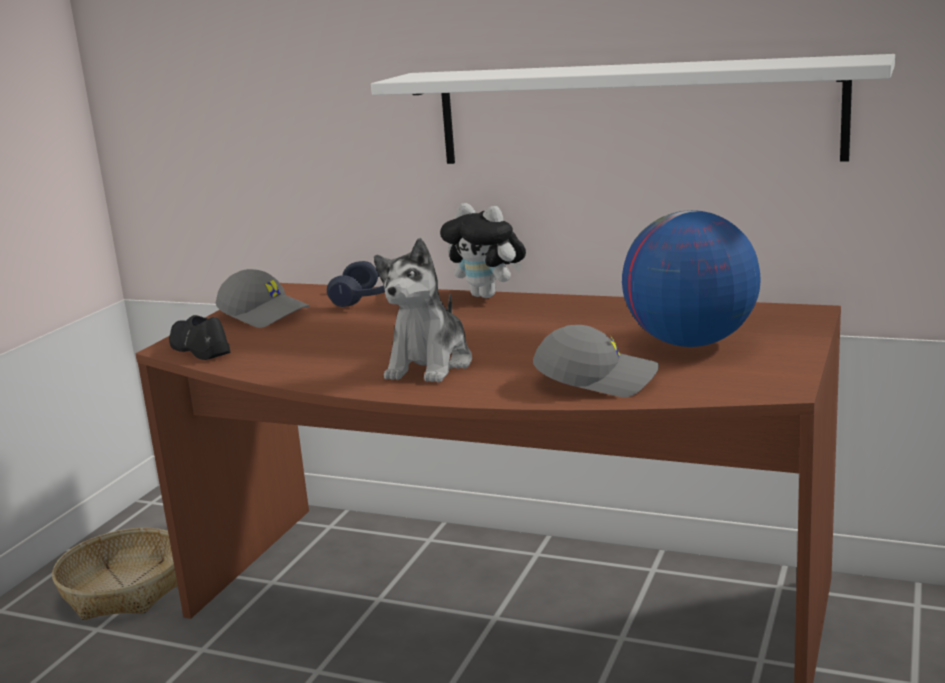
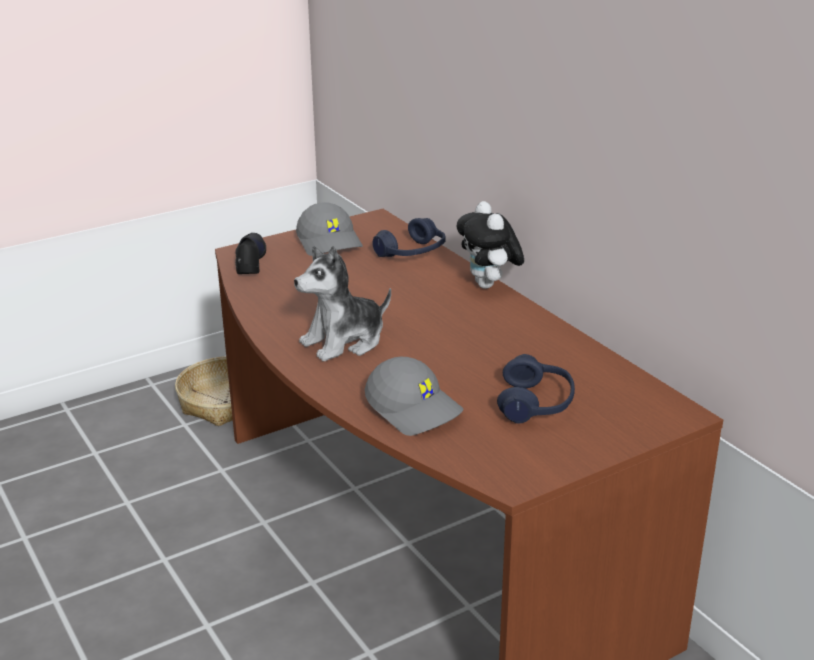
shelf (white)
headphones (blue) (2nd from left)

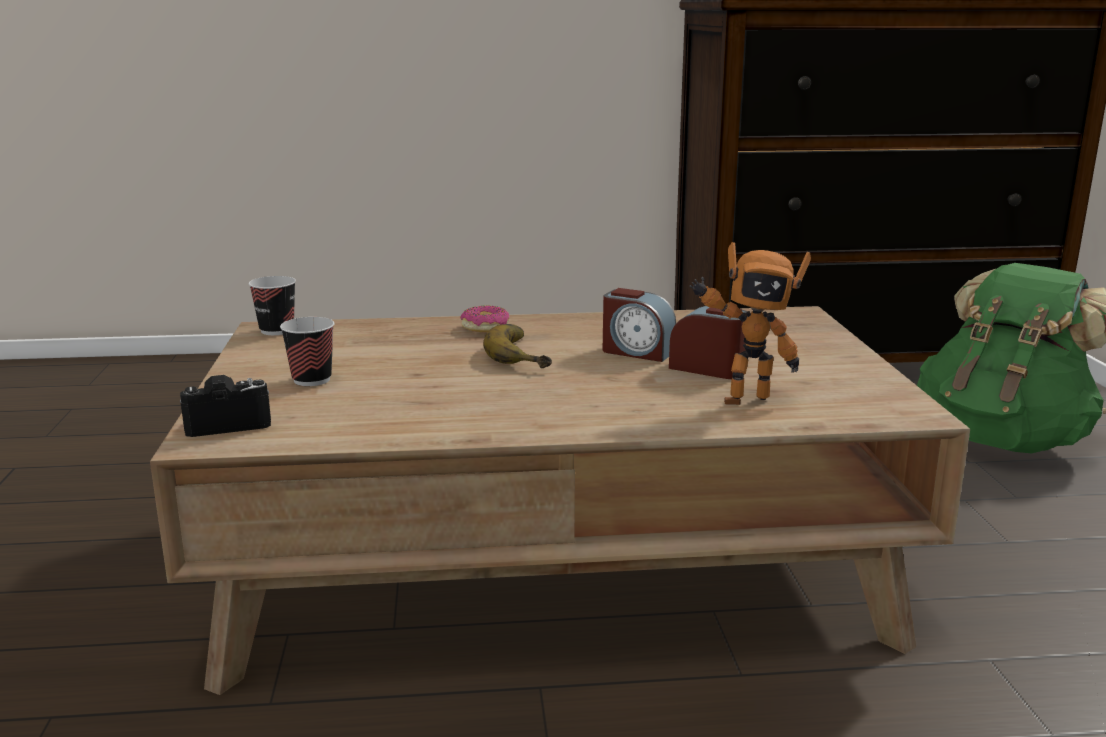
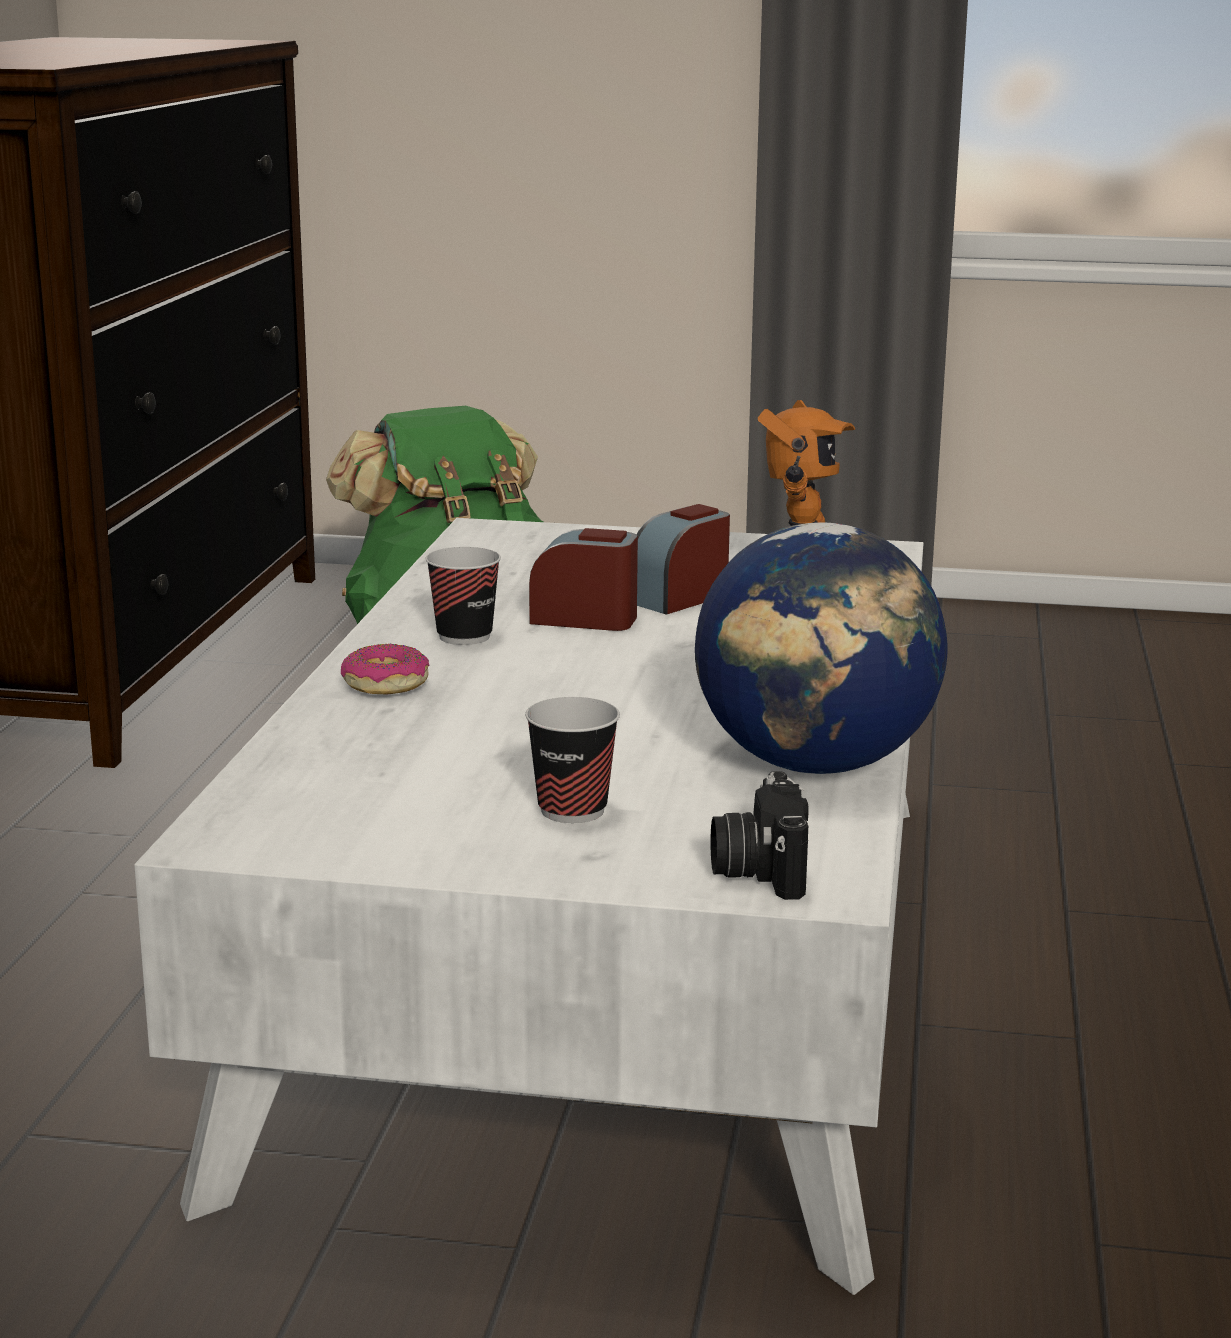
cup (1st from left)
alarm clock (1st from left)
coffee table (white)
banana
globe

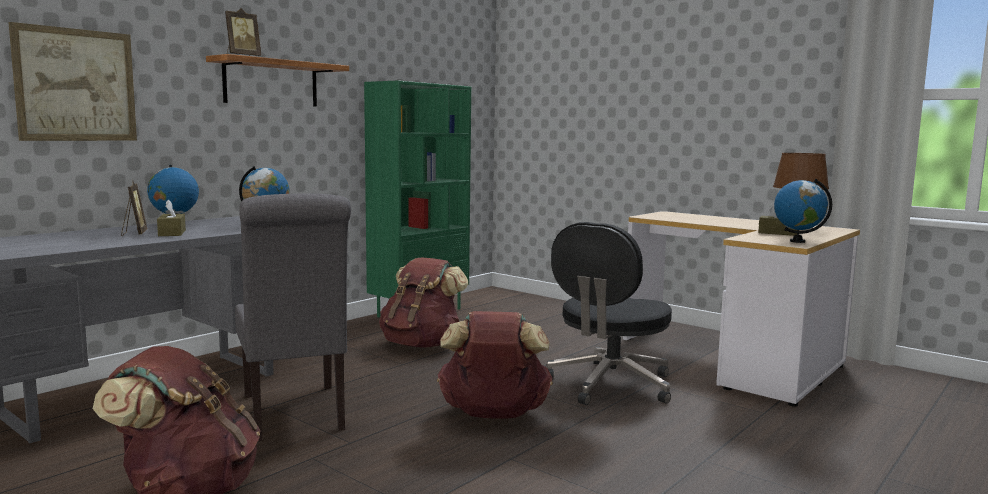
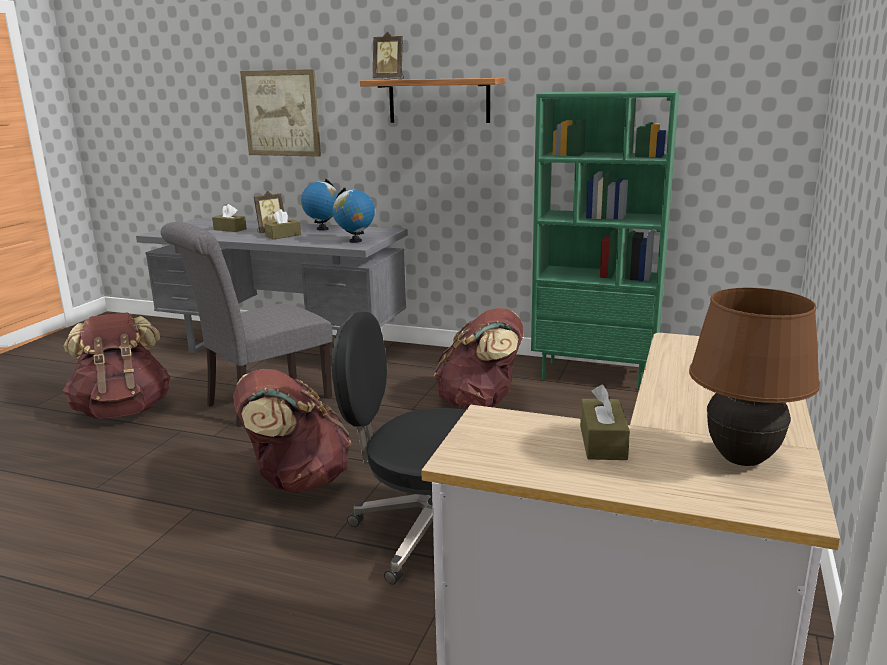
globe (3rd from left in the first image)
tissue box (brown) (1st from left)

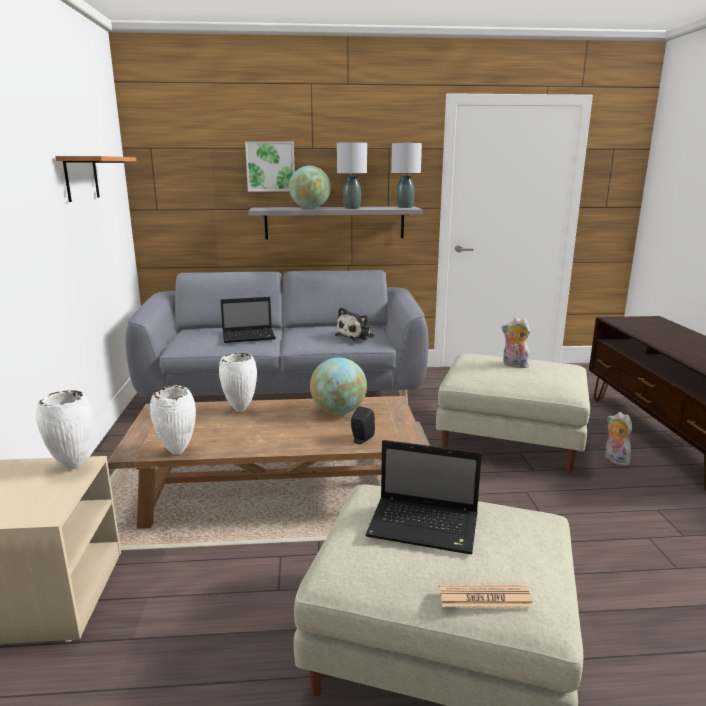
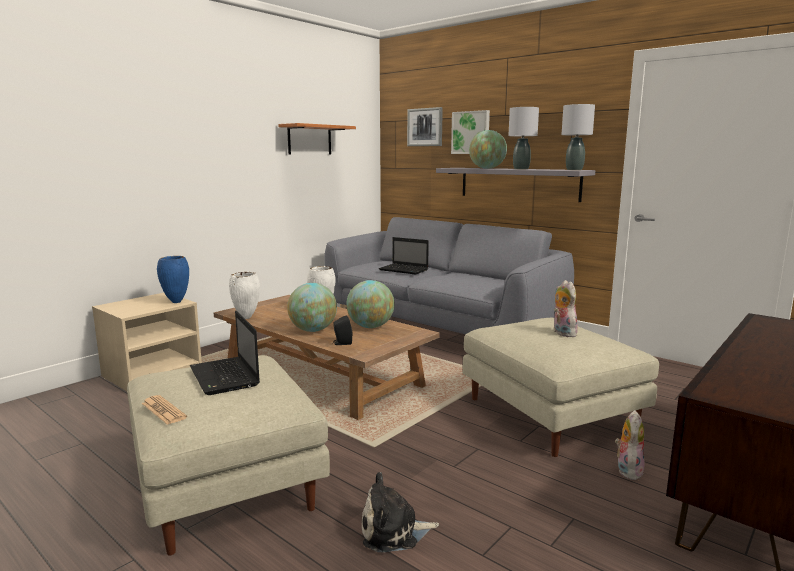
plush toy (1st from left)
vase (blue)
picture (1st from left)
globe (1st from left)

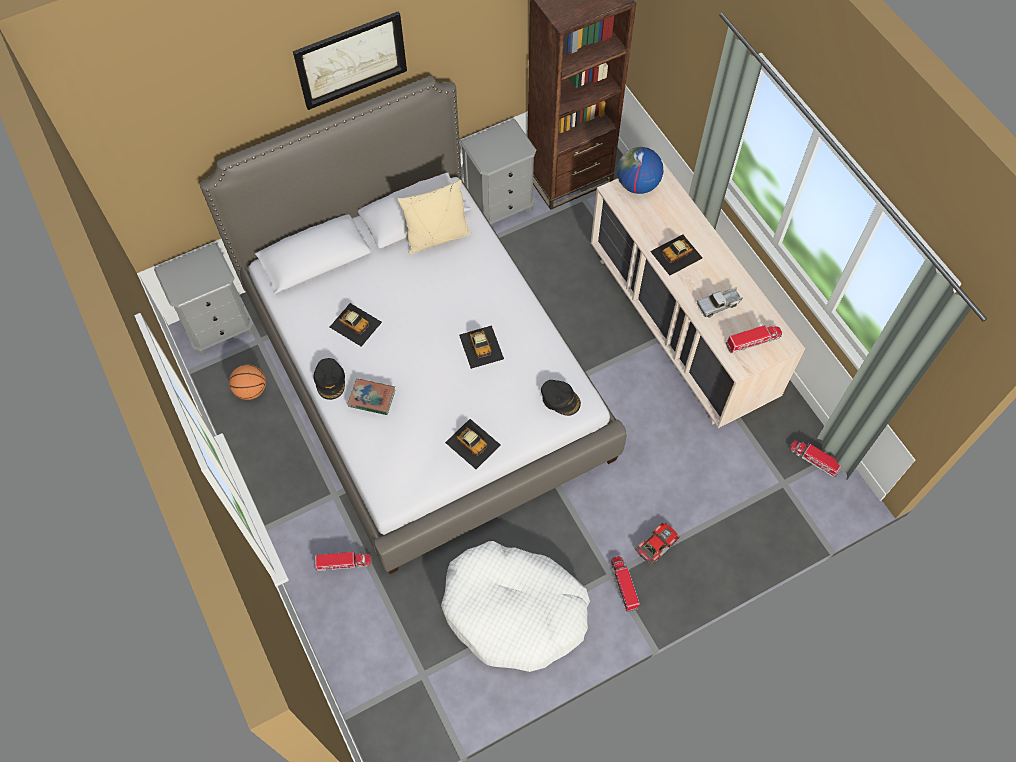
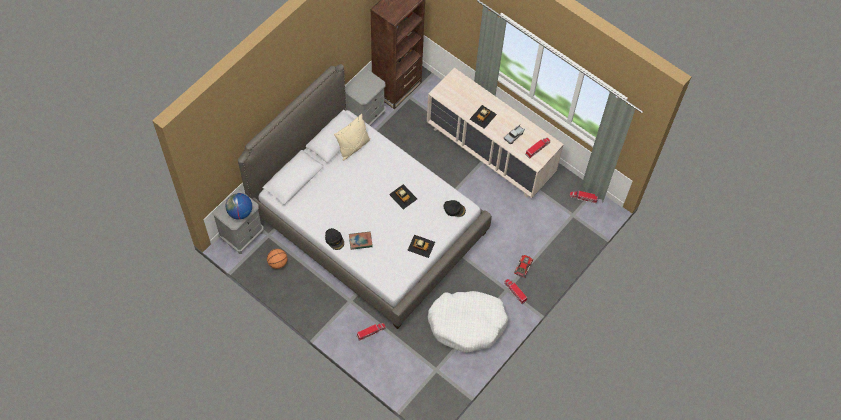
picture
globe
toy car (1st from left in the first image)

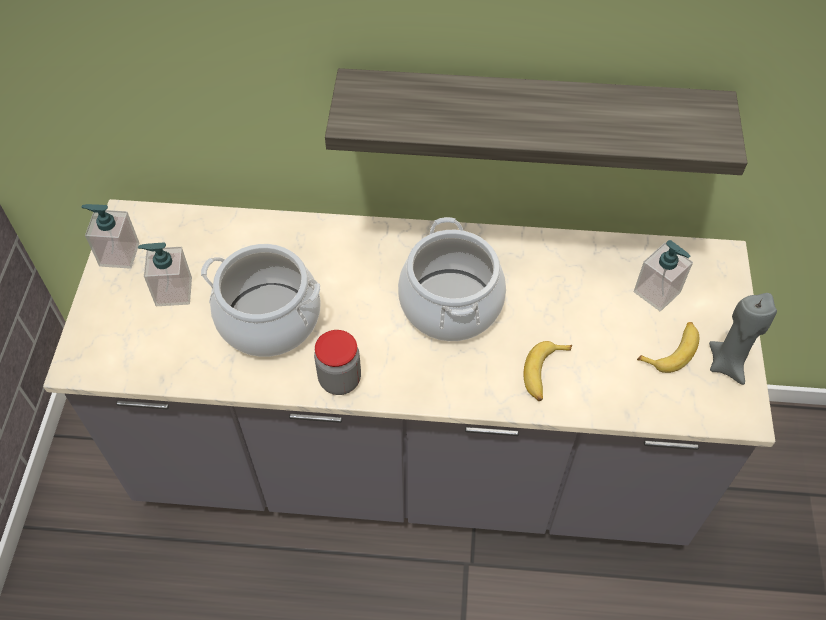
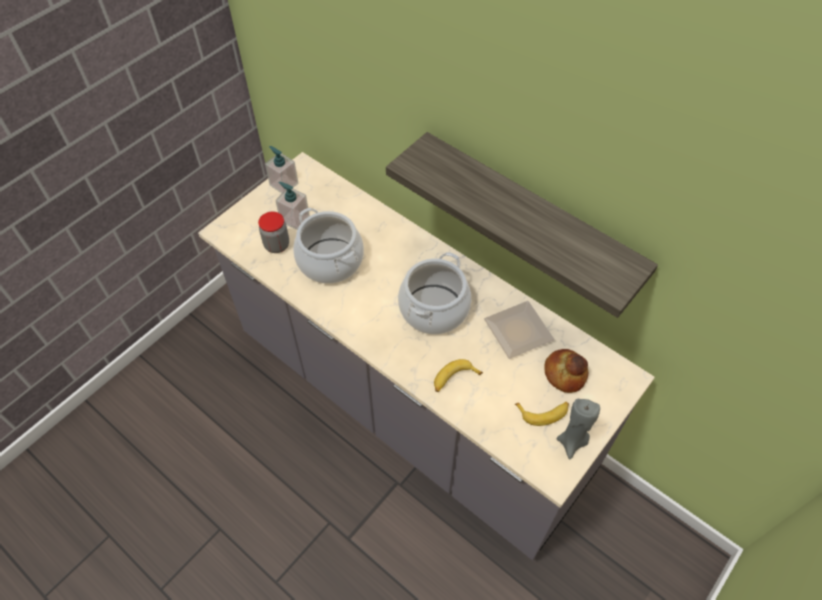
bread
jar
plate

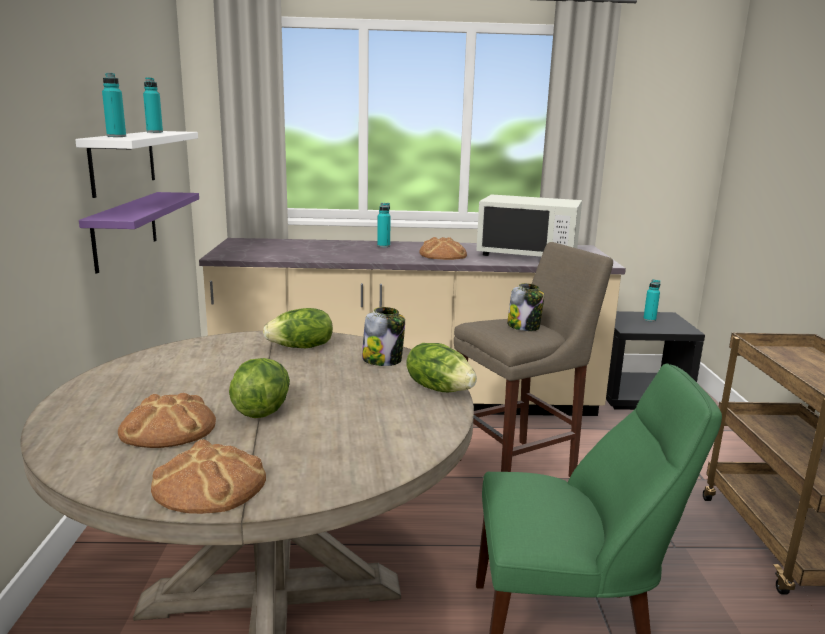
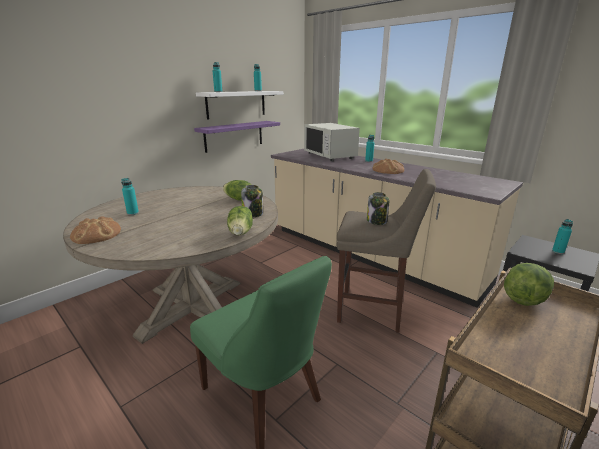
microwave (white)
lettuce (3rd from left)
bottle (turquoise) (1st from left)

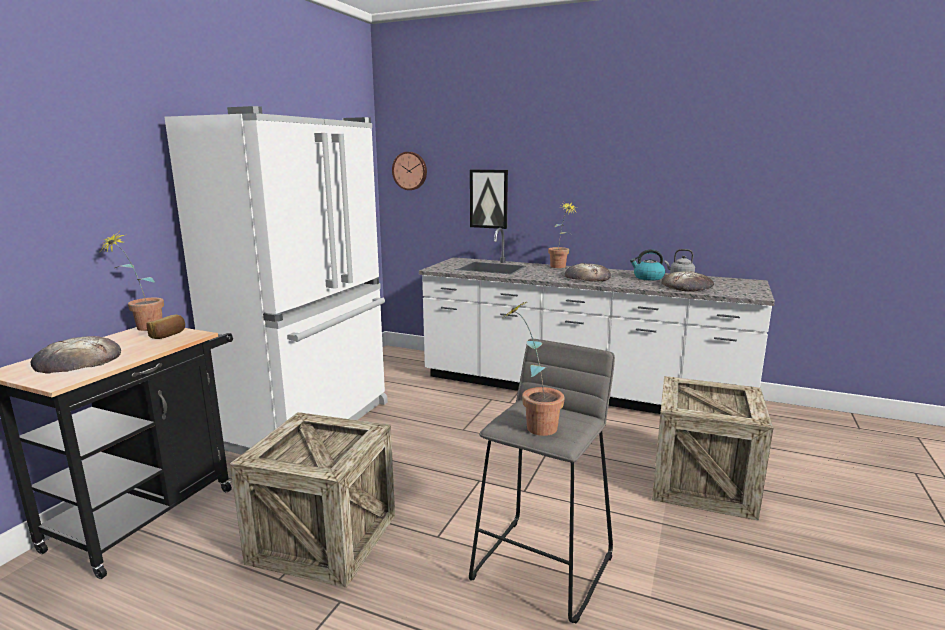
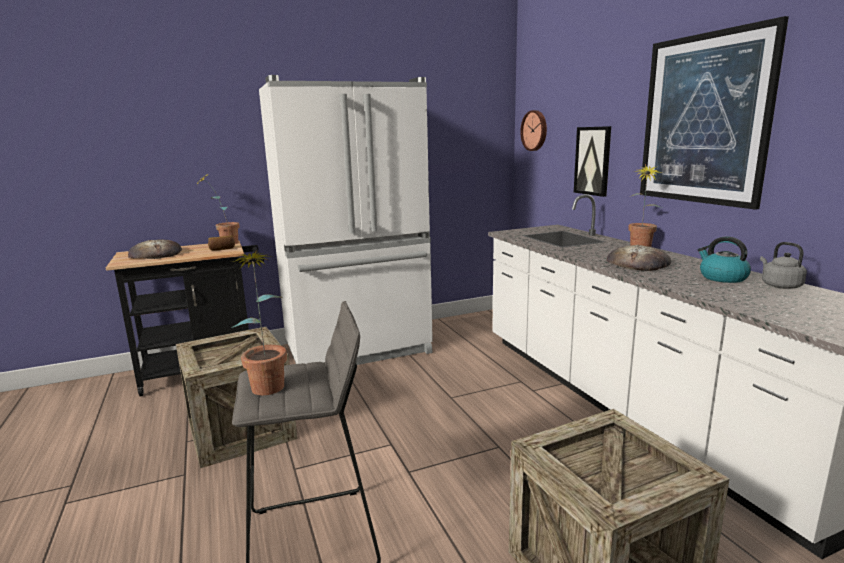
bread (4th from left in the first image)
picture (2nd from left)

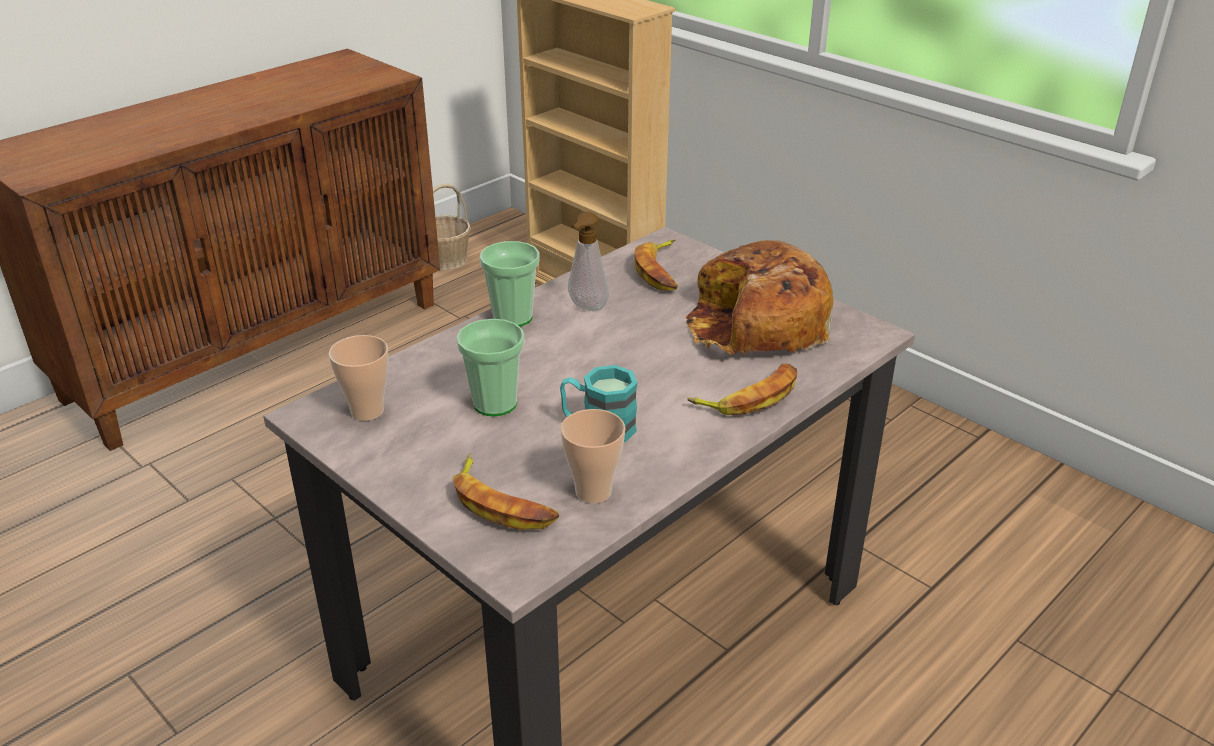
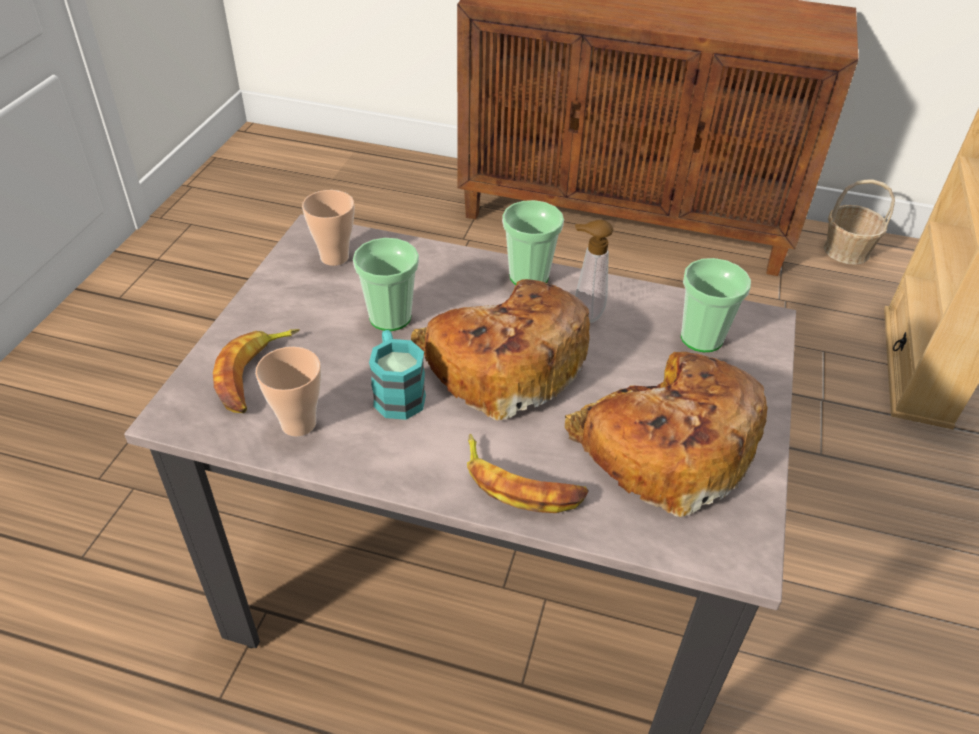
cup (5th from left)
bread (1st from left)

